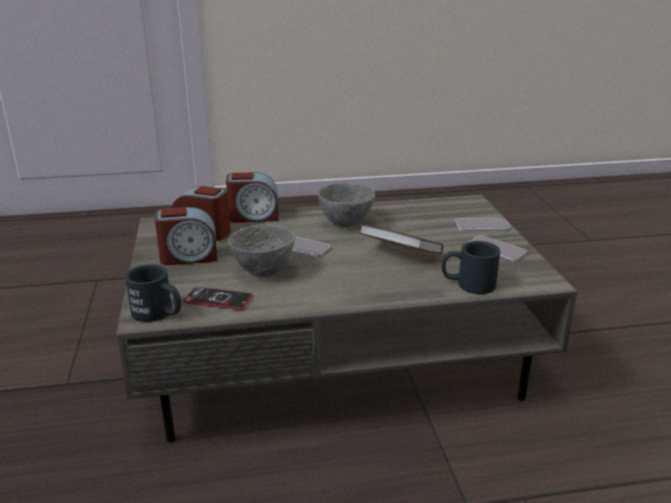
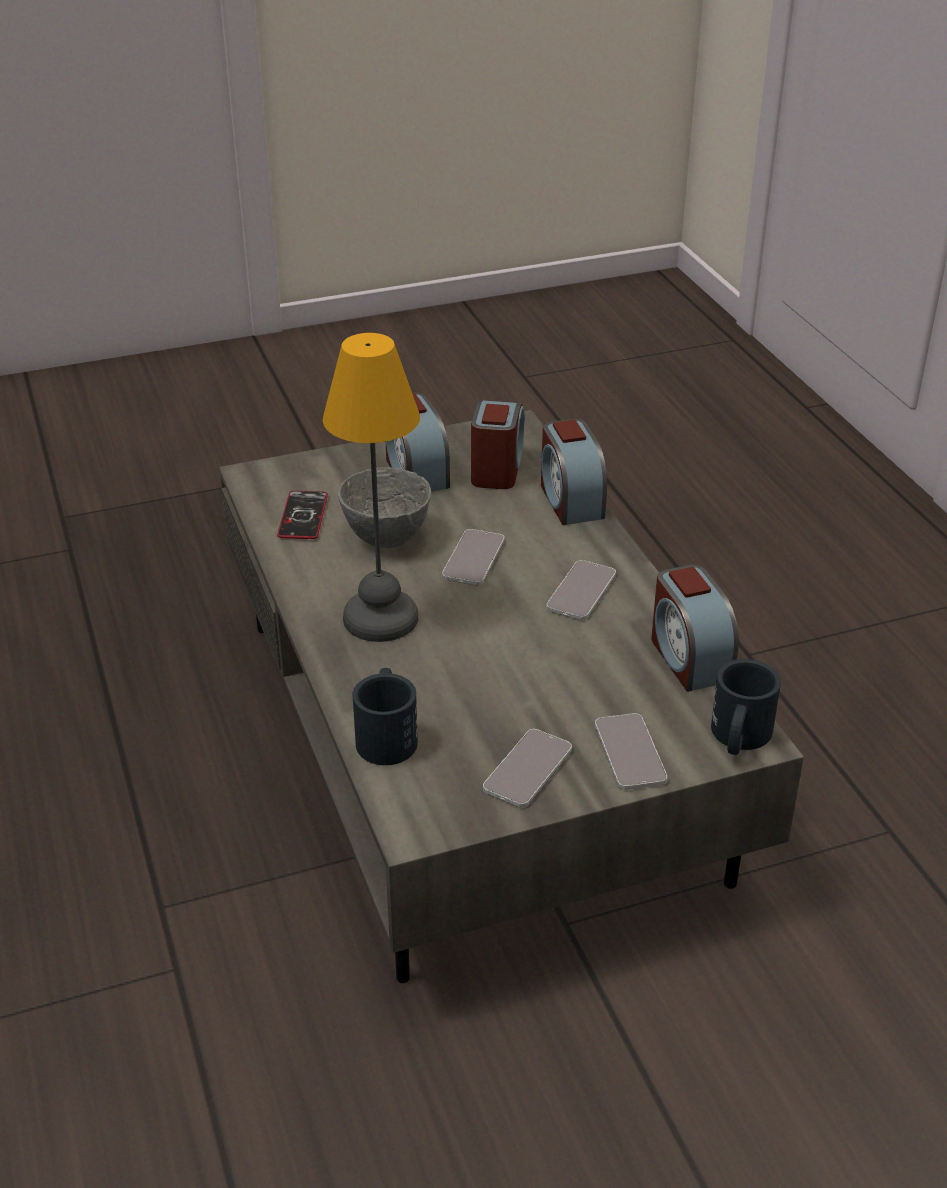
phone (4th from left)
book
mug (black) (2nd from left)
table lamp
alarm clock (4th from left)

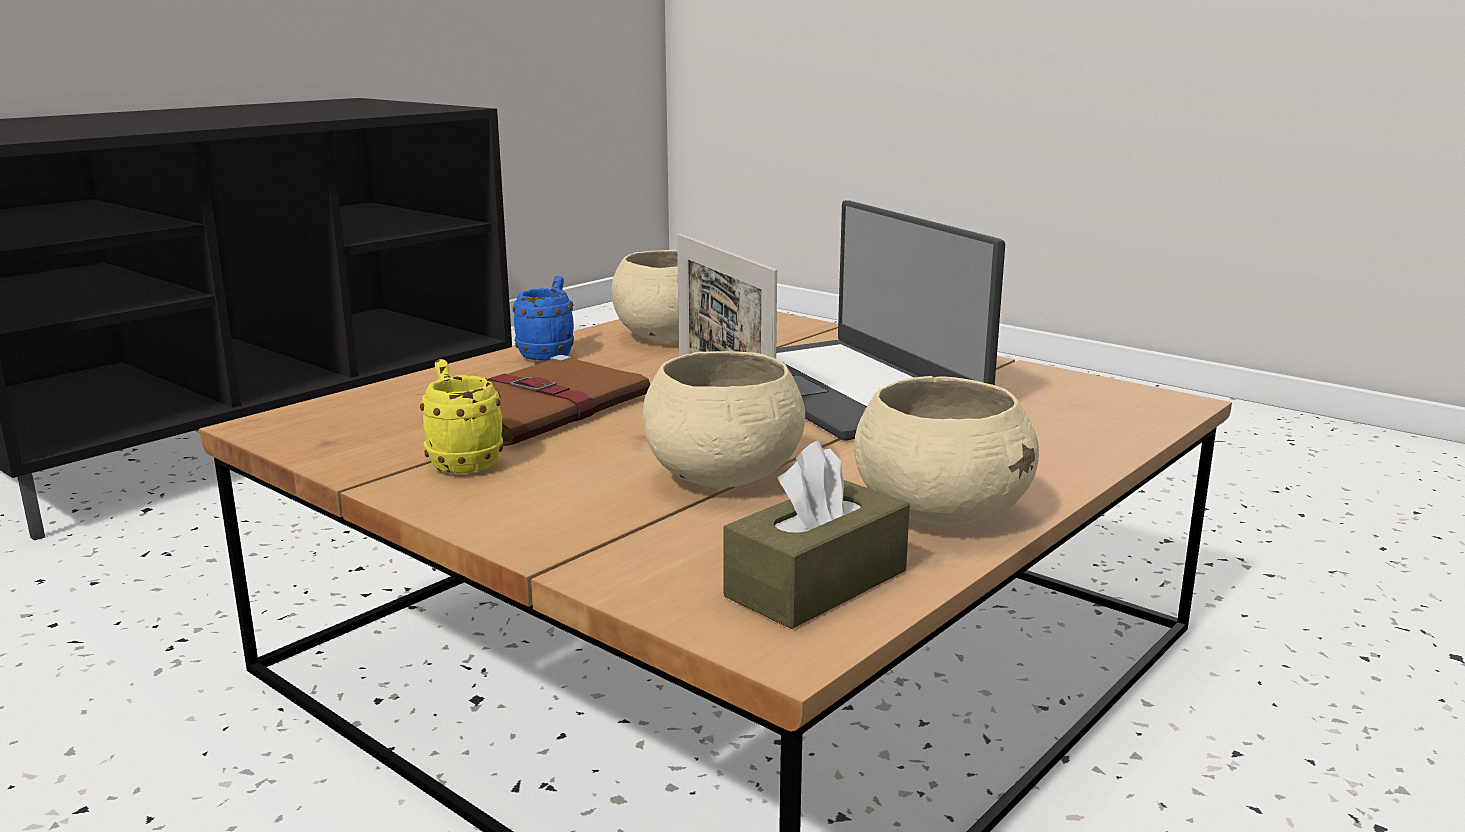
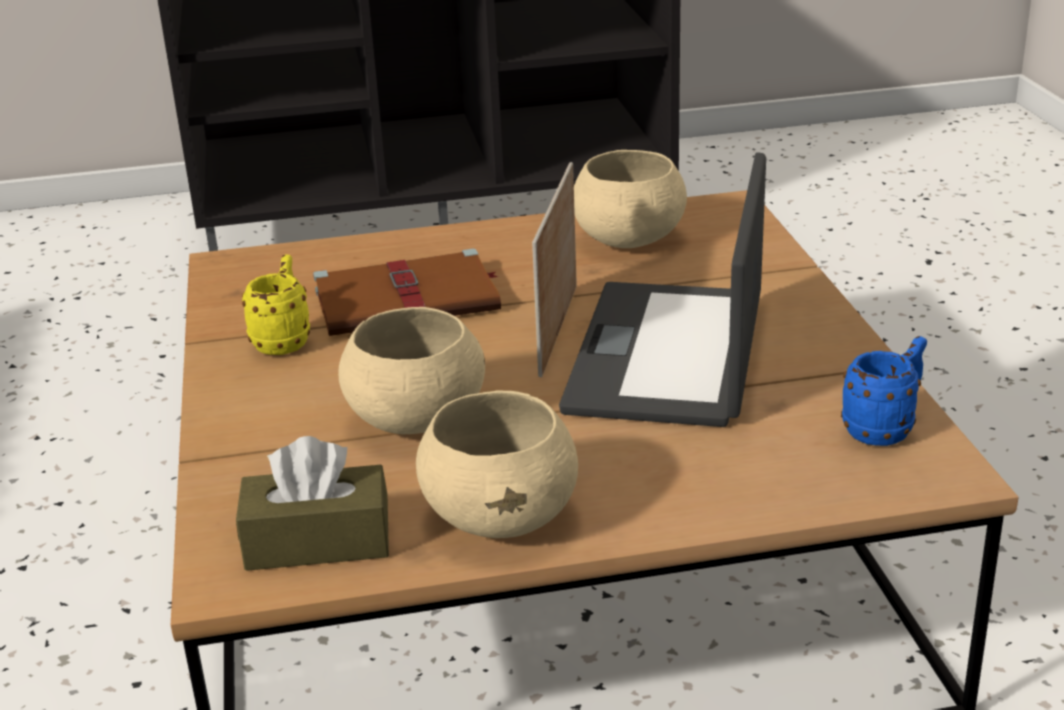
mug (blue)

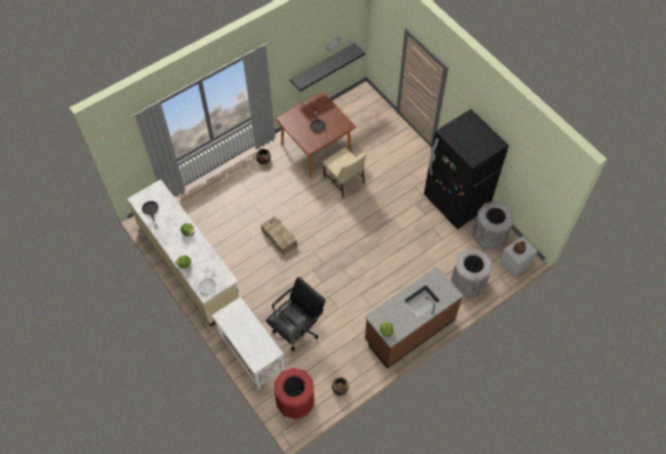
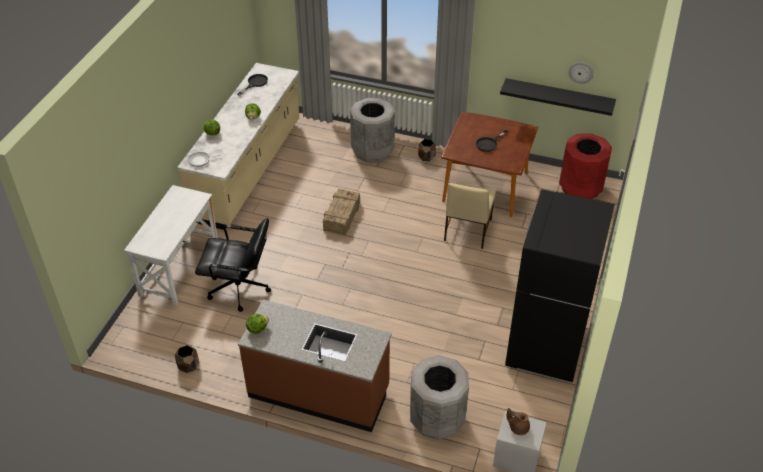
trash can (grey) (1st from left)
trash can (red)

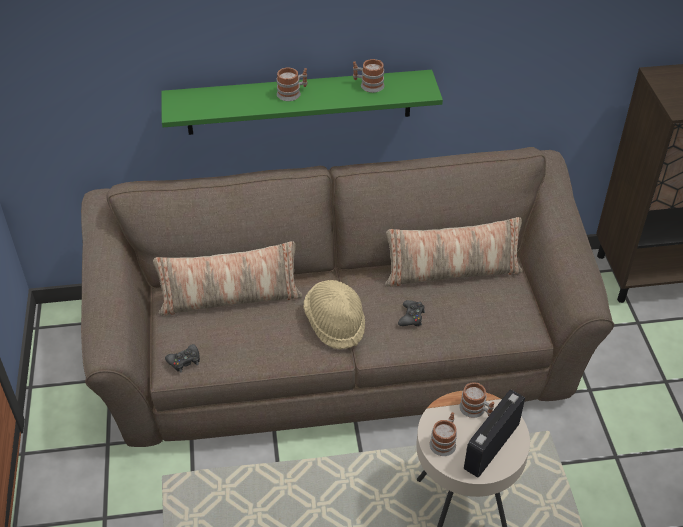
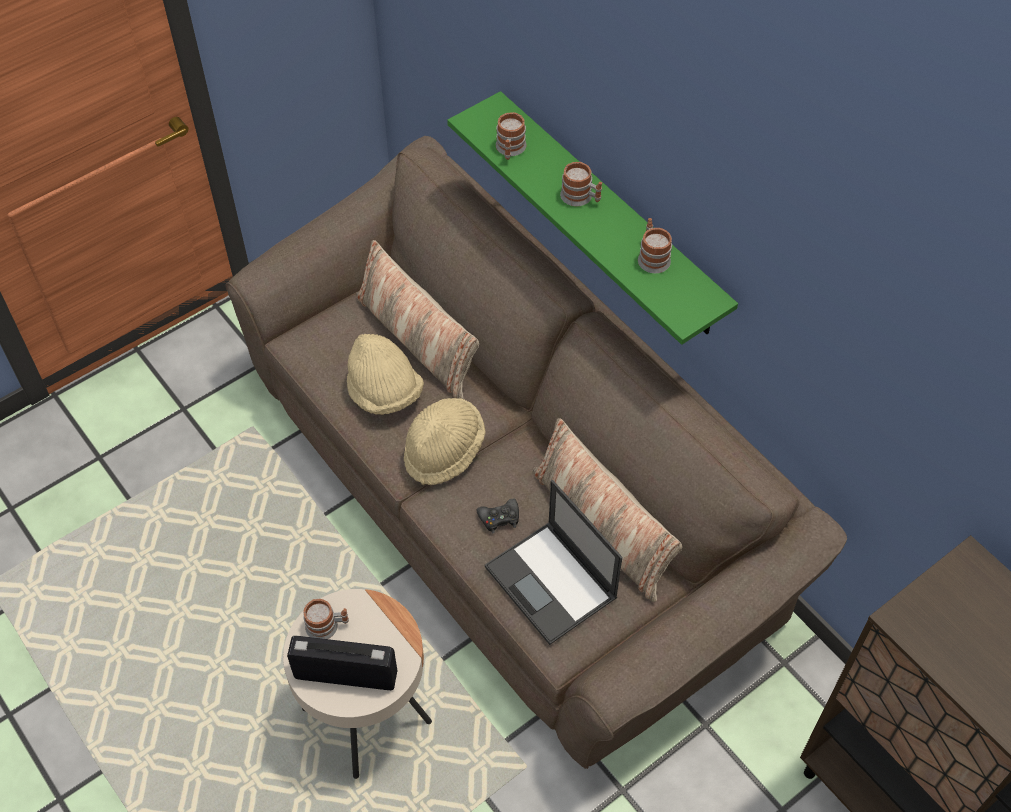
game controller (black) (1st from left in the first image)
mug (2nd from left)
hat (beige) (1st from left)
laptop

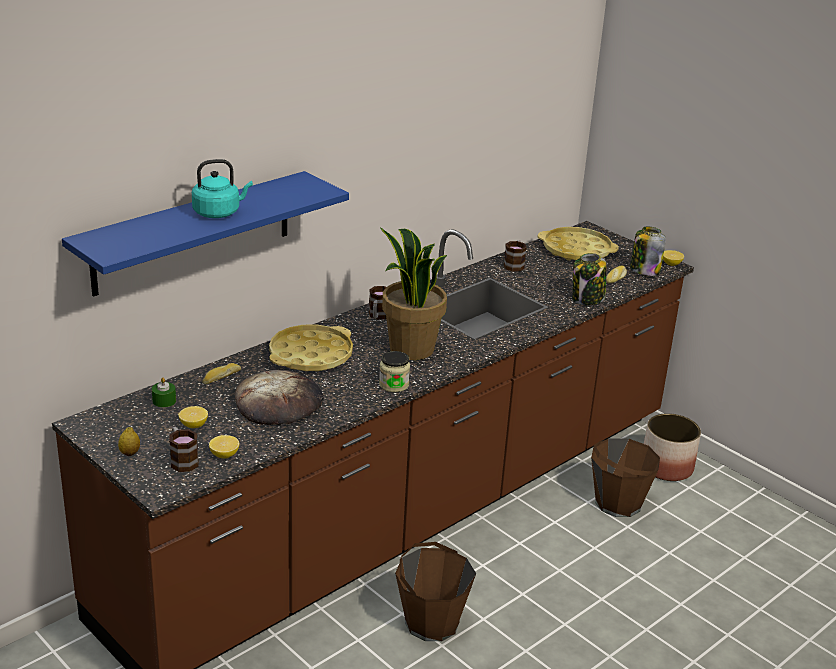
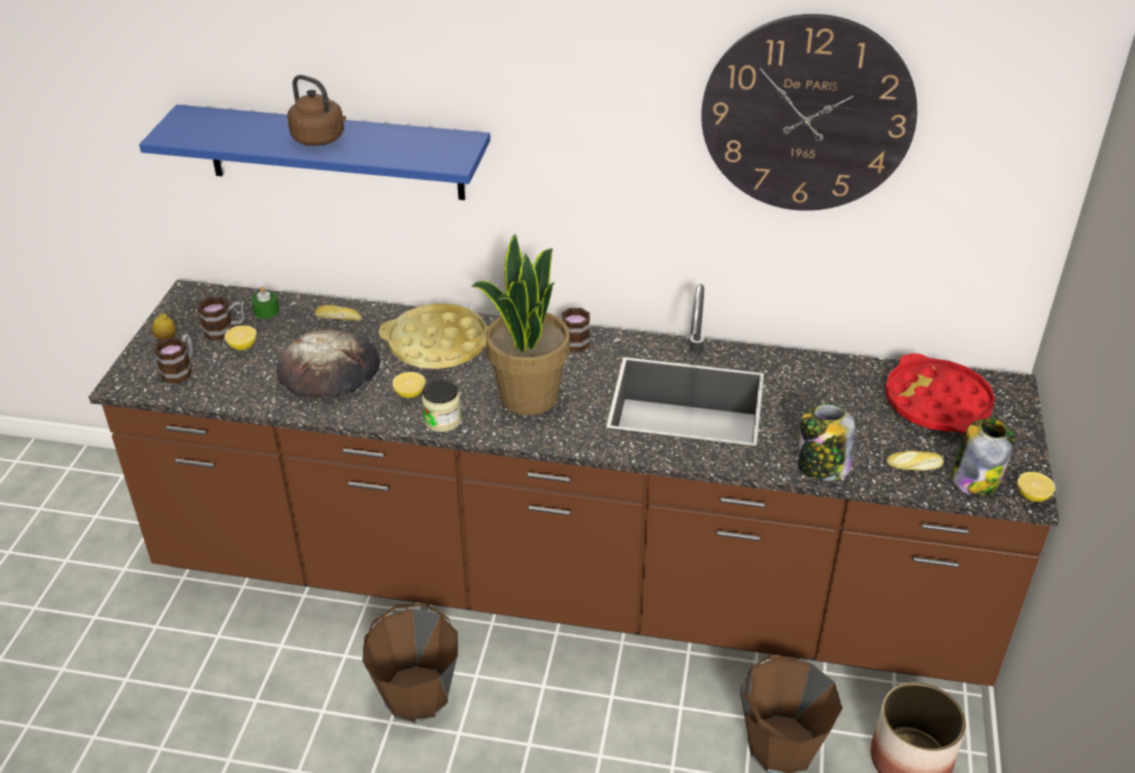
kettle (brown)
tray (red)
mug (2nd from left)
lemon (3rd from left)
wall clock

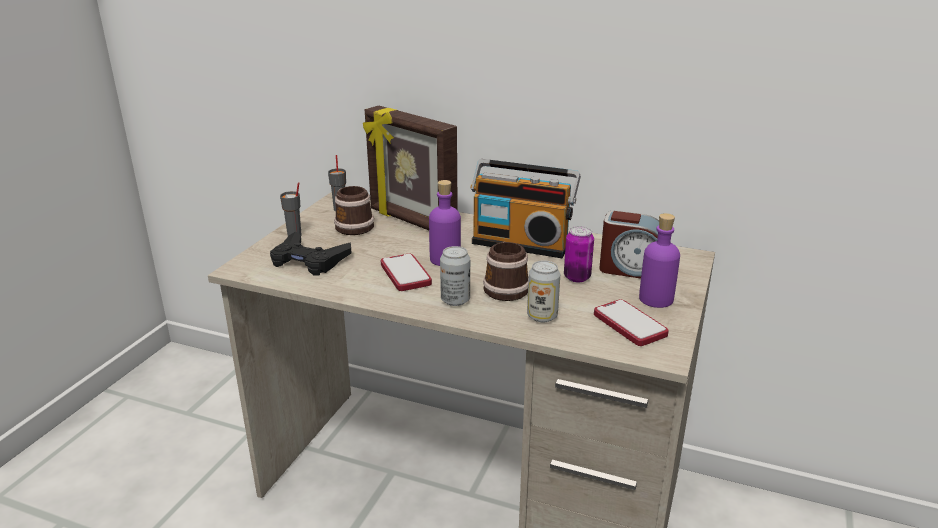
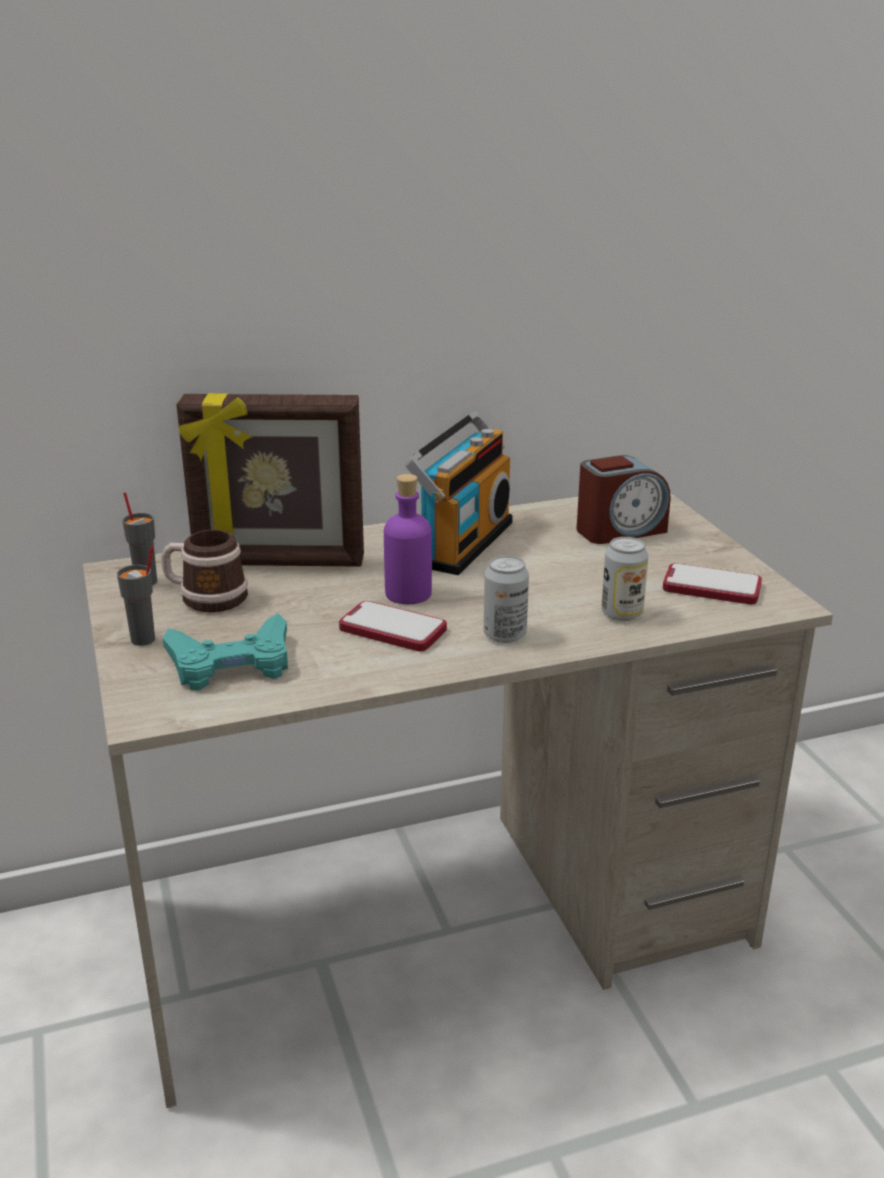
radio
bottle (purple) (2nd from left in the first image)
can (3rd from left in the first image)
game controller (turquoise)
mug (2nd from left in the first image)

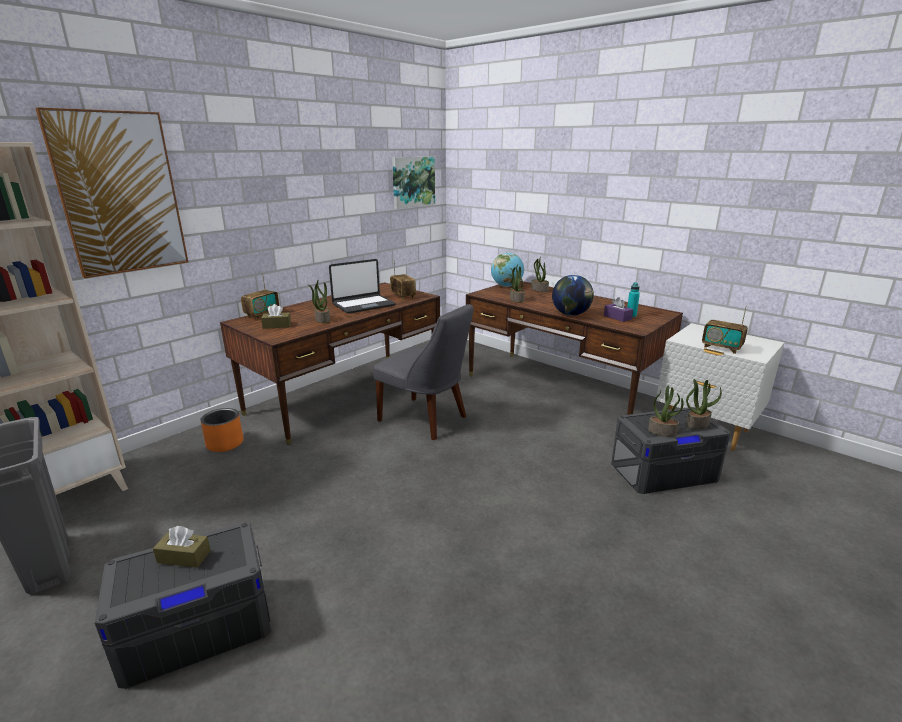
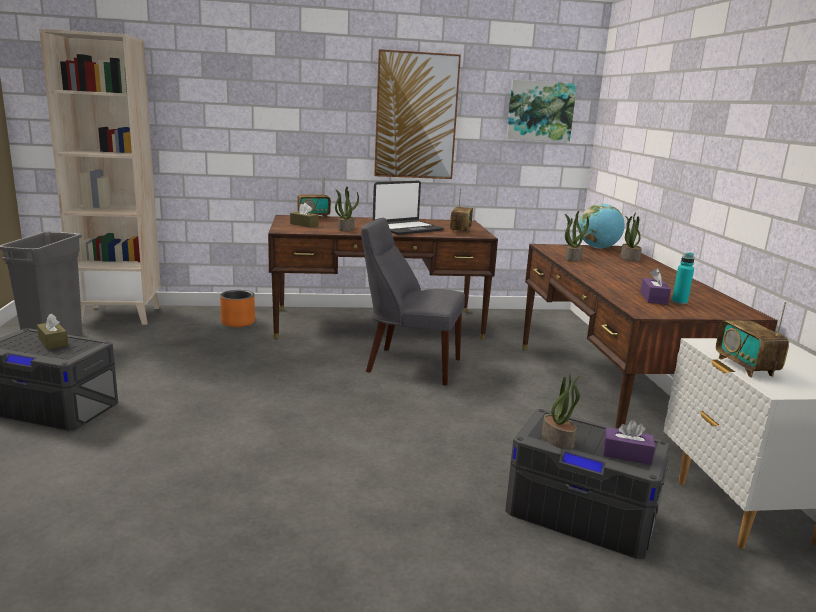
picture (1st from left)
laptop
globe (2nd from left in the first image)
chair (grey)
tissue box (purple) (1st from left)

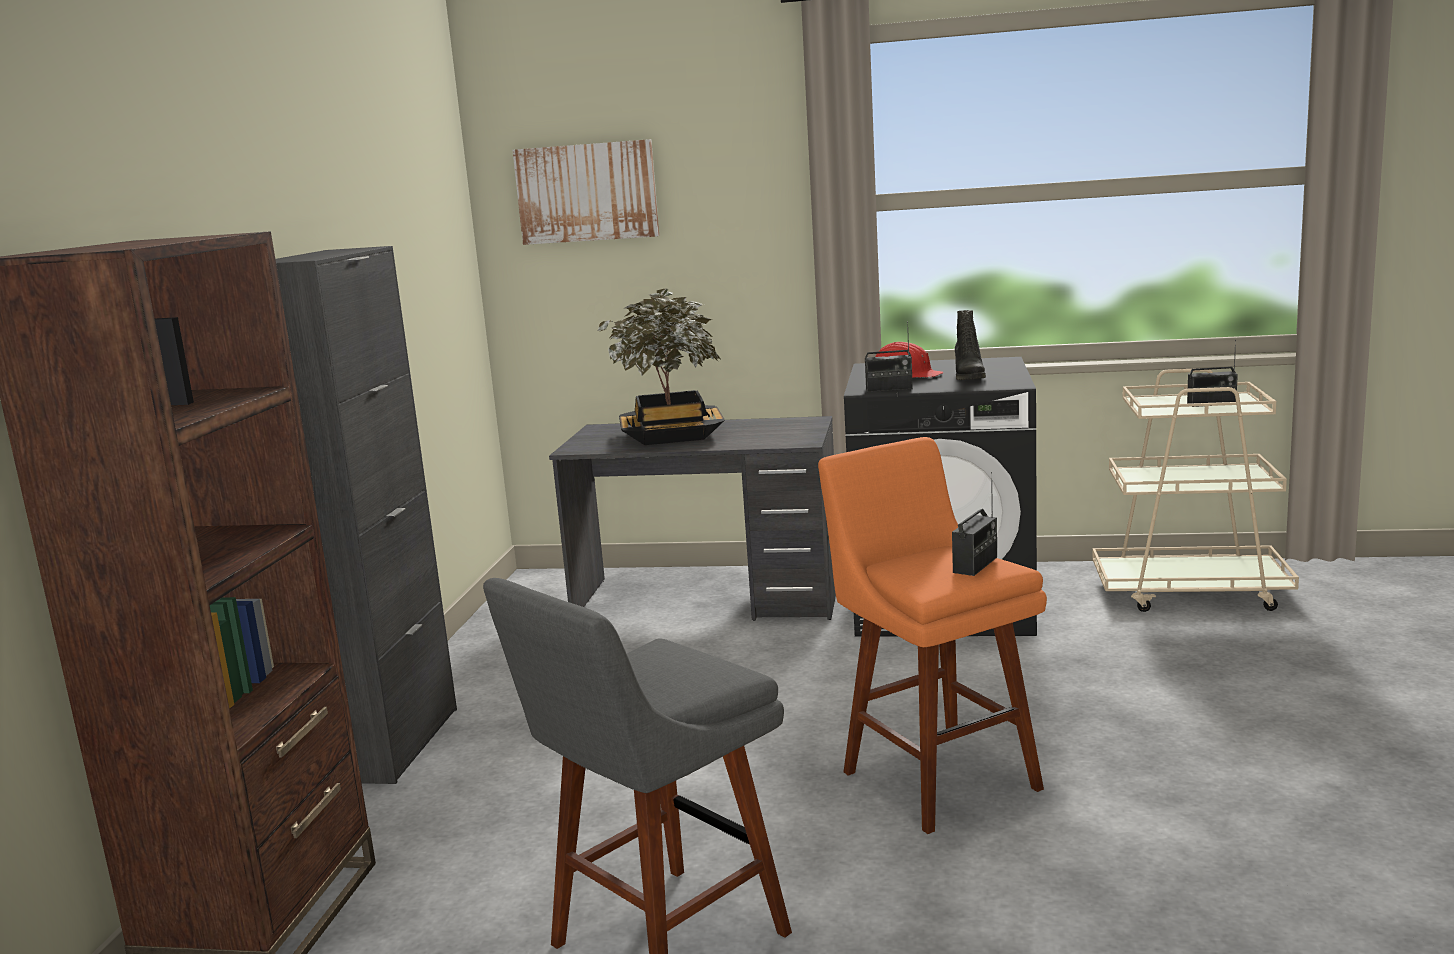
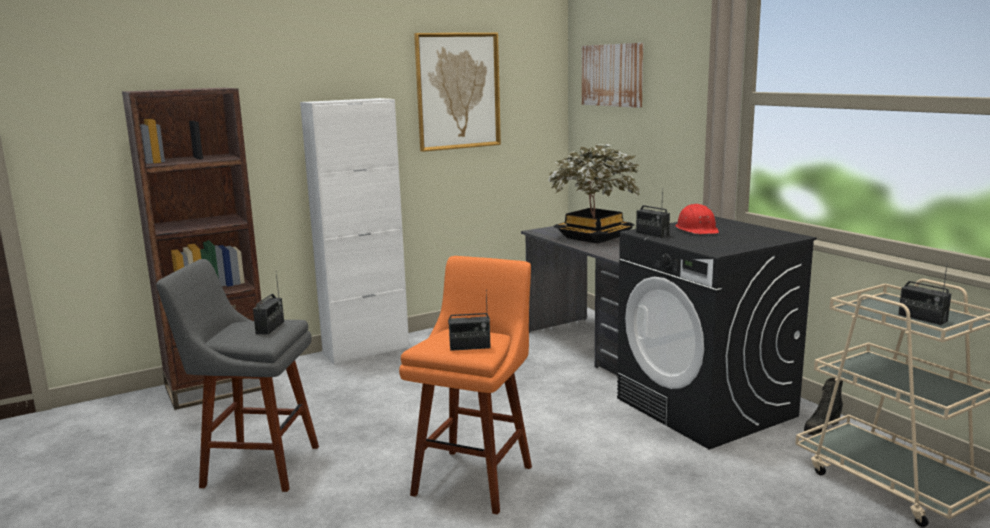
cabinet (white)
boot (black)
picture (1st from left)
radio (1st from left)

